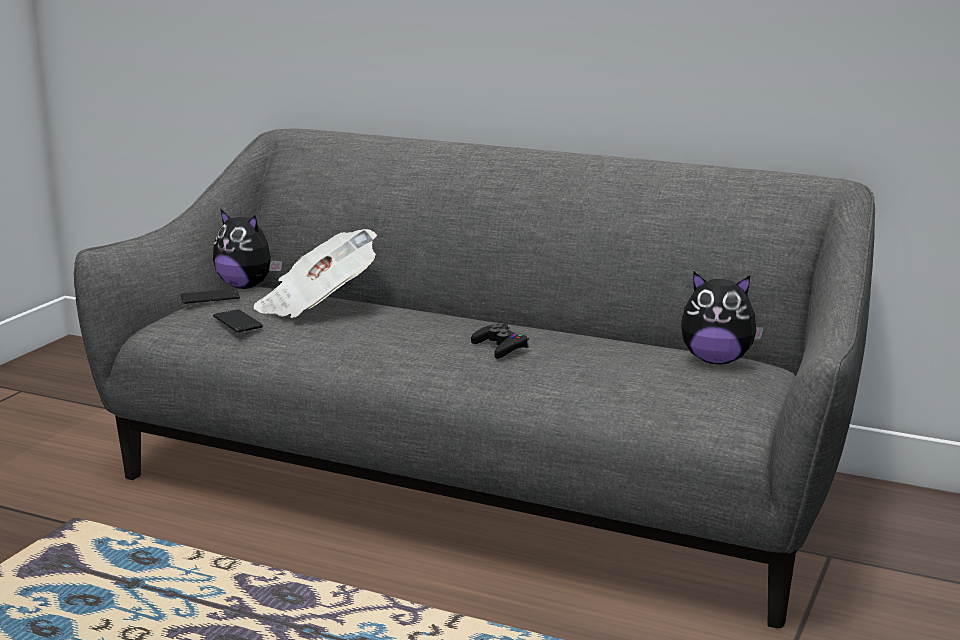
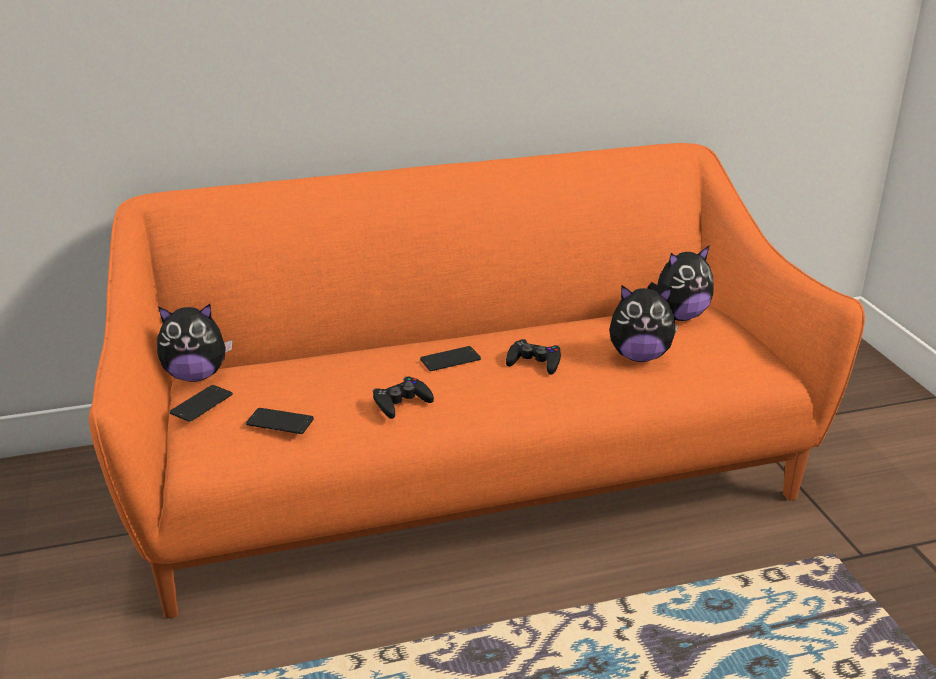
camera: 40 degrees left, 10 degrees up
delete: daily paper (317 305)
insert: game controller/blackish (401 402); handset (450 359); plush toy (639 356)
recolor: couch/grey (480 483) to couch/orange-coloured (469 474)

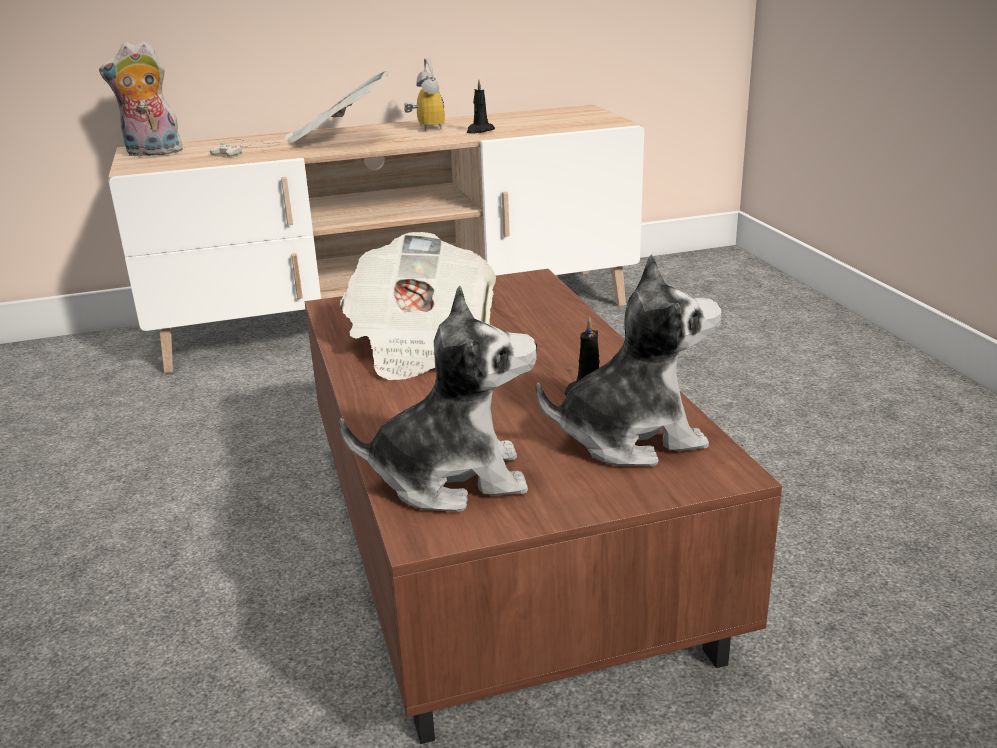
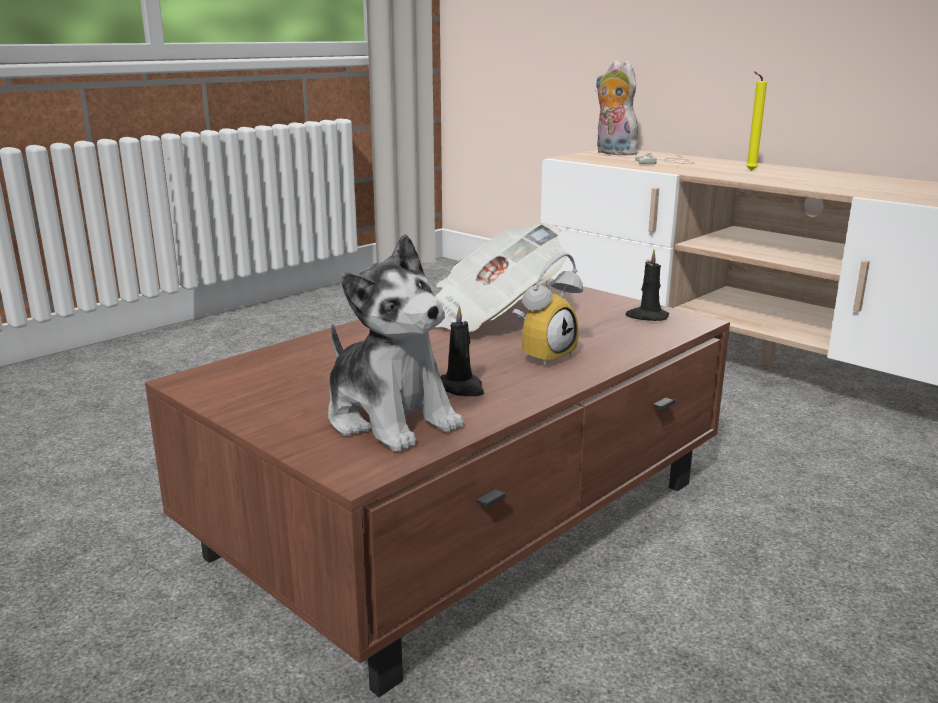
camera: 60 degrees right, 5 degrees down
delete: plush toy (451 478)
move: alarm clock (424 128) to (543 354); wax light/blackish (479 131) to (646 317)
replace: daily paper (336 139) to wax light/yellow (749 171)

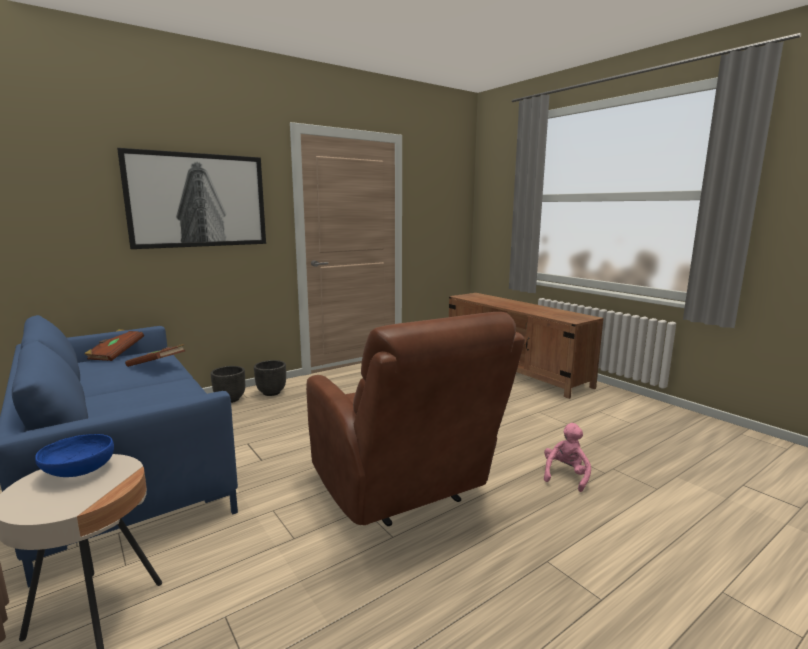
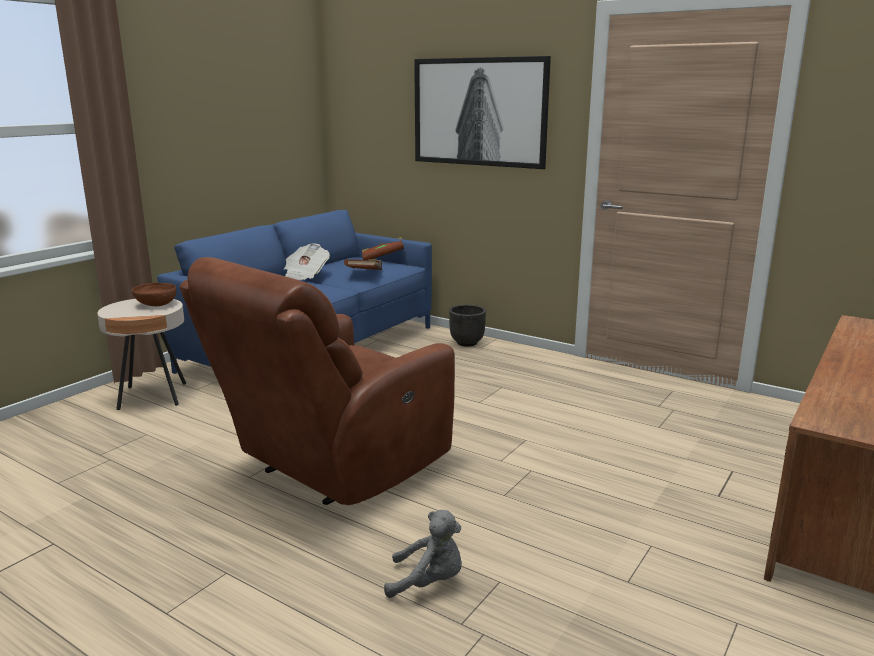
camera: 70 degrees right, 5 degrees up
delete: planter/blackish (272 392)
insert: daily paper (305 275)
recolor: serving bowl/bluish (78 472) to serving bowl/brown (155 304); plush toy/pink-coloured (565 475) to plush toy/grey (429 582)

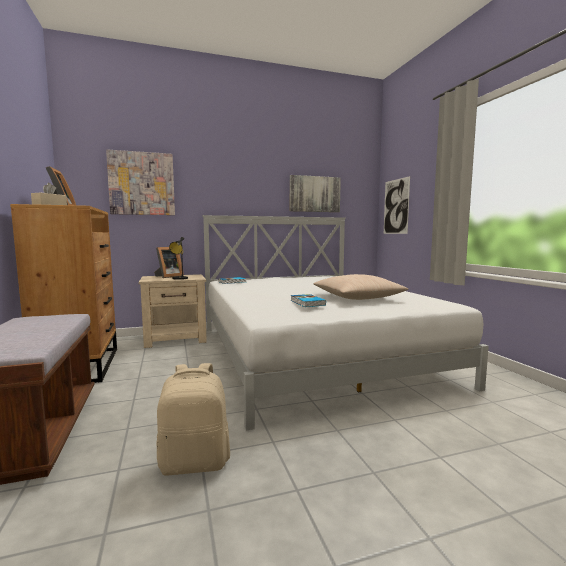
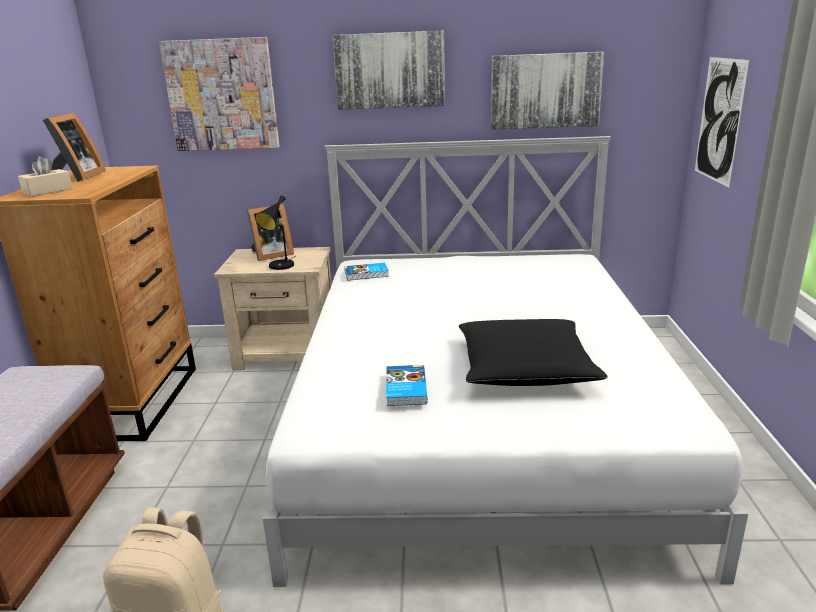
camera: 20 degrees right, 15 degrees up
insert: picture (390 70)
recolor: throw pillow/sand-coloured (357 298) to throw pillow/blackish (525 369)

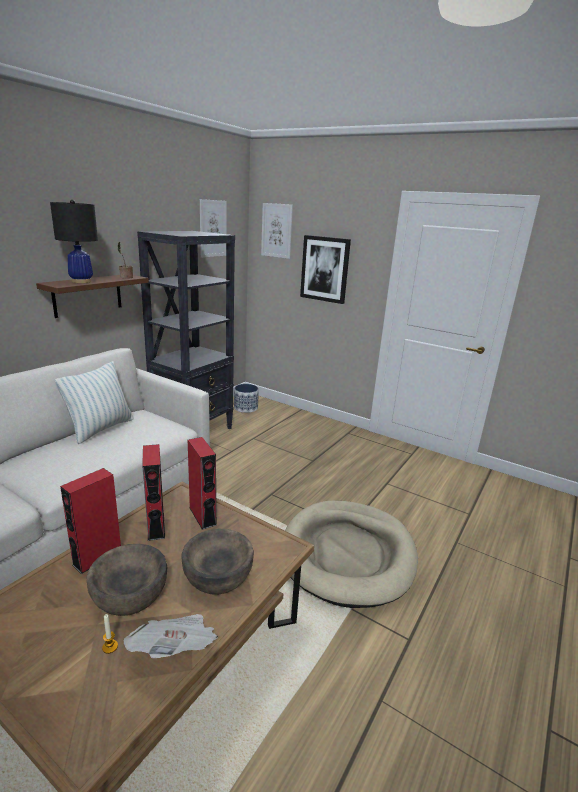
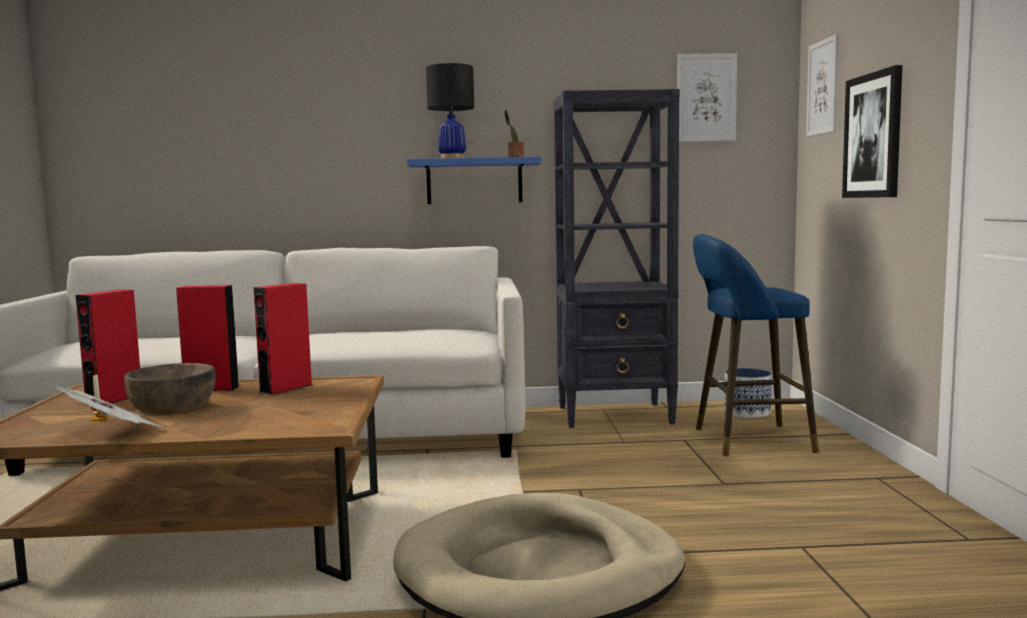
camera: 55 degrees right, 15 degrees down
delete: throw pillow (100 429); serving bowl/brown (218 575)
insert: stool/bluish (746 440)
move: speaker/reddish (202 516) to (114 399)
recolor: shelf/brown (87 295) to shelf/bluish (474 181)

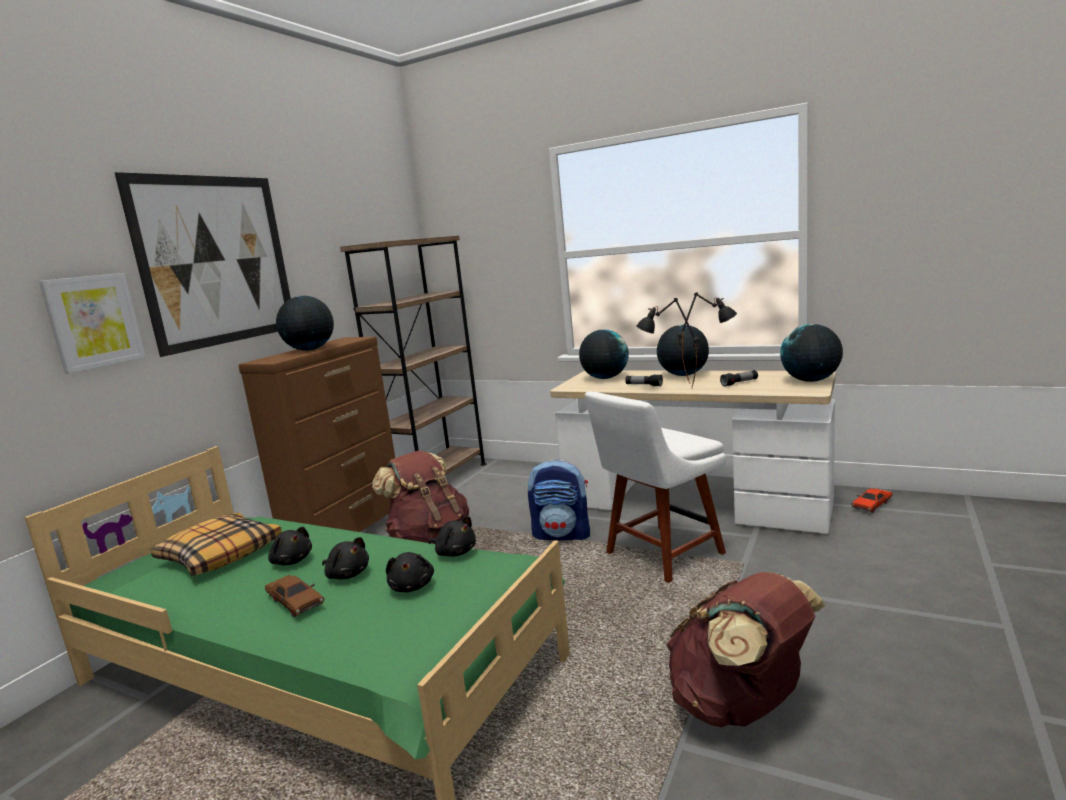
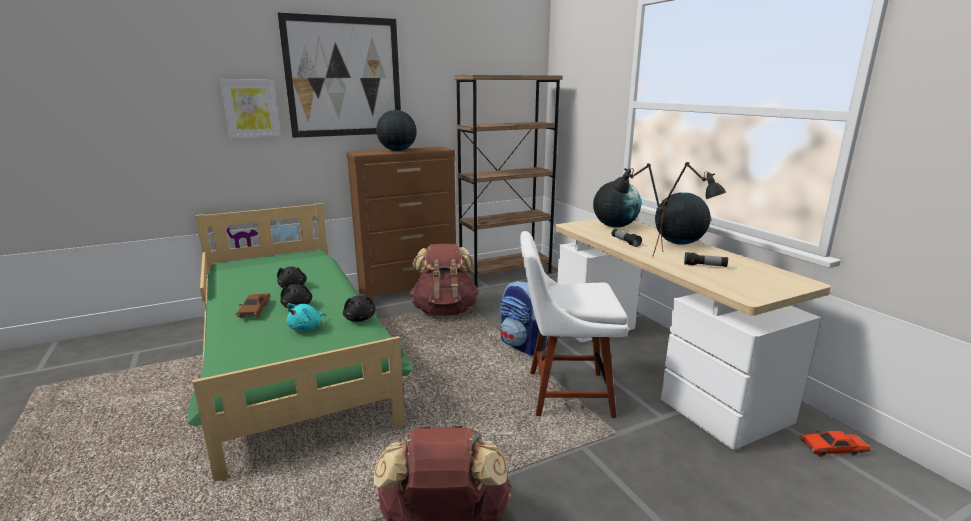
camera: 35 degrees right, 5 degrees up
delete: throw pillow (220 554); globe (811 380)
recolor: plush toy/blackish (412 586) to plush toy/turquoise-coloured (307 328)

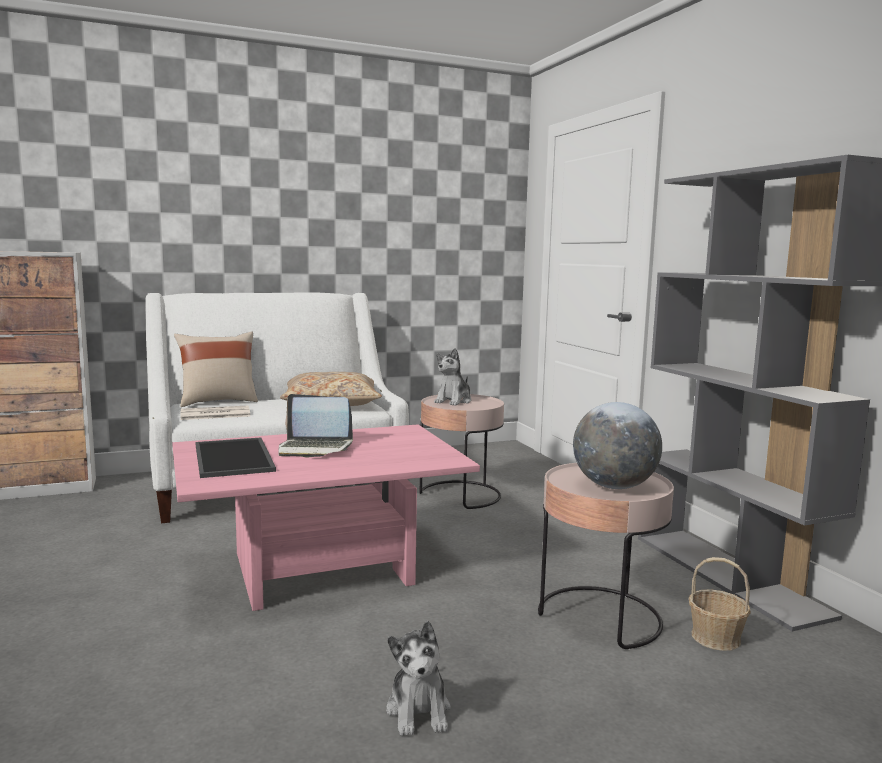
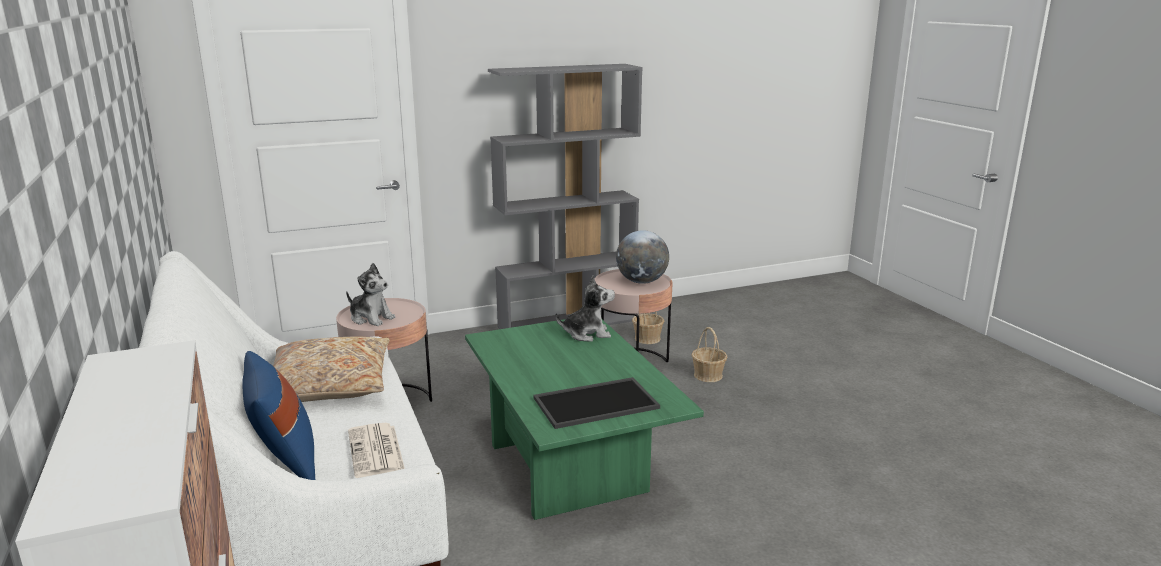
camera: 90 degrees left, 10 degrees up
delete: laptop (314 448)
insert: household basket (708 375)
move: plush toy (419 711) to (587 334)
recolor: lounge table/pink-coloured (321 571) to lounge table/greenish (573 467); throw pillow/sand-coloured (218 402) to throw pillow/bluish (285 464)

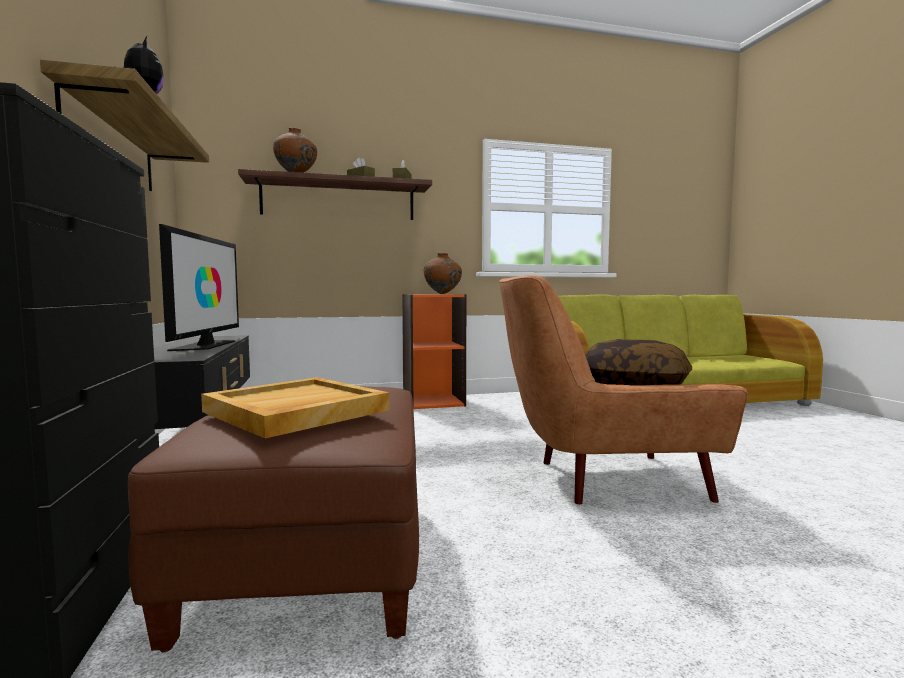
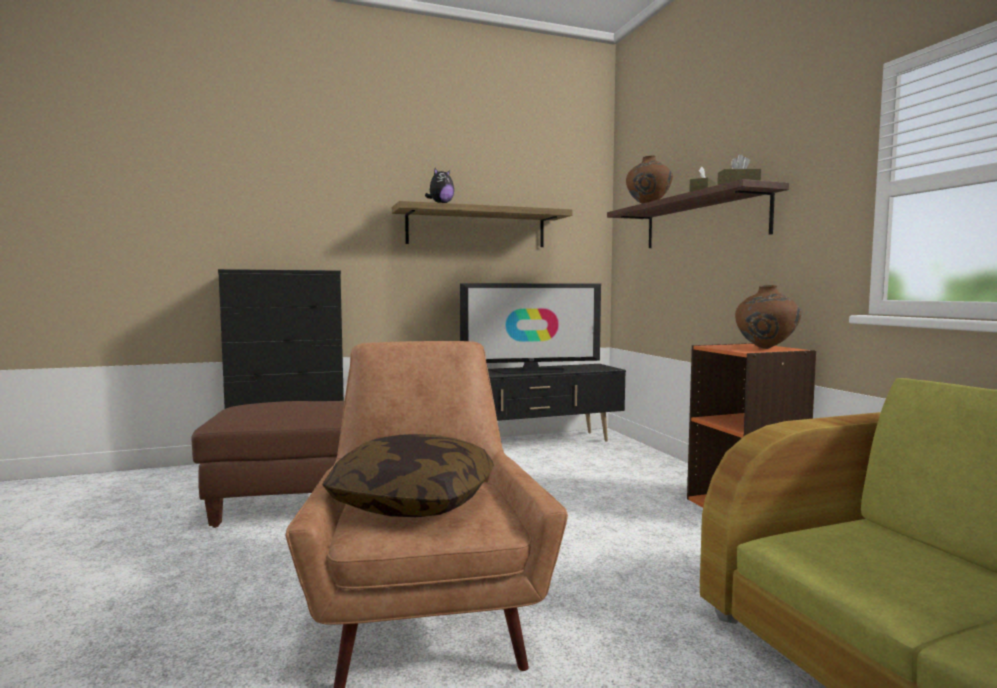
camera: 85 degrees right, 0 degrees up
delete: tray/sand-coloured (295 411)

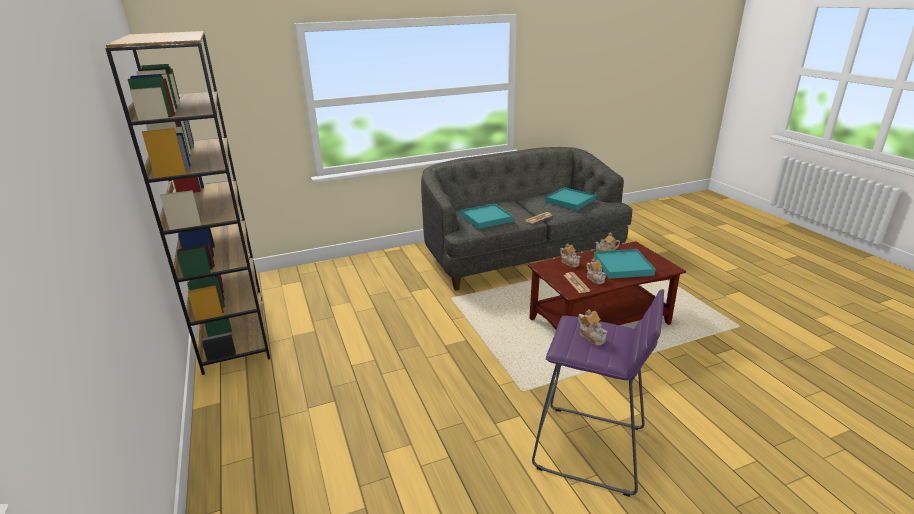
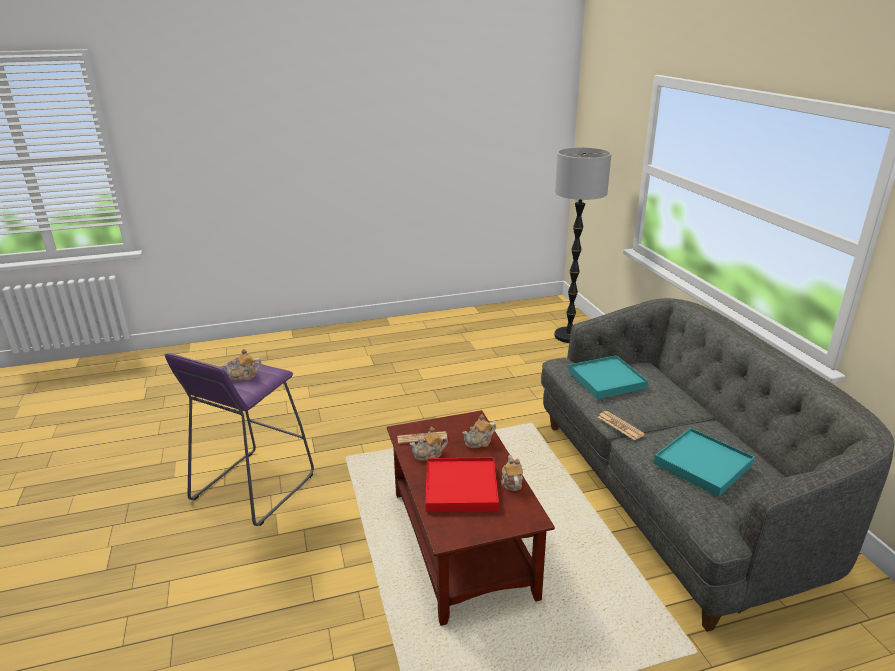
camera: 95 degrees right, 0 degrees up
delete: bookshelf/brown (234 333)
insert: standard lamp (569 336)
recolor: tray/turquoise-coloured (622 266) to tray/reddish (461 487)

